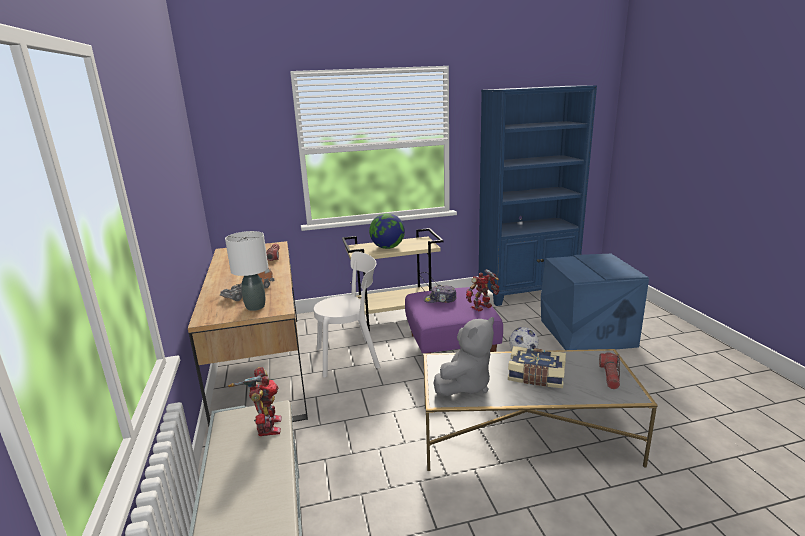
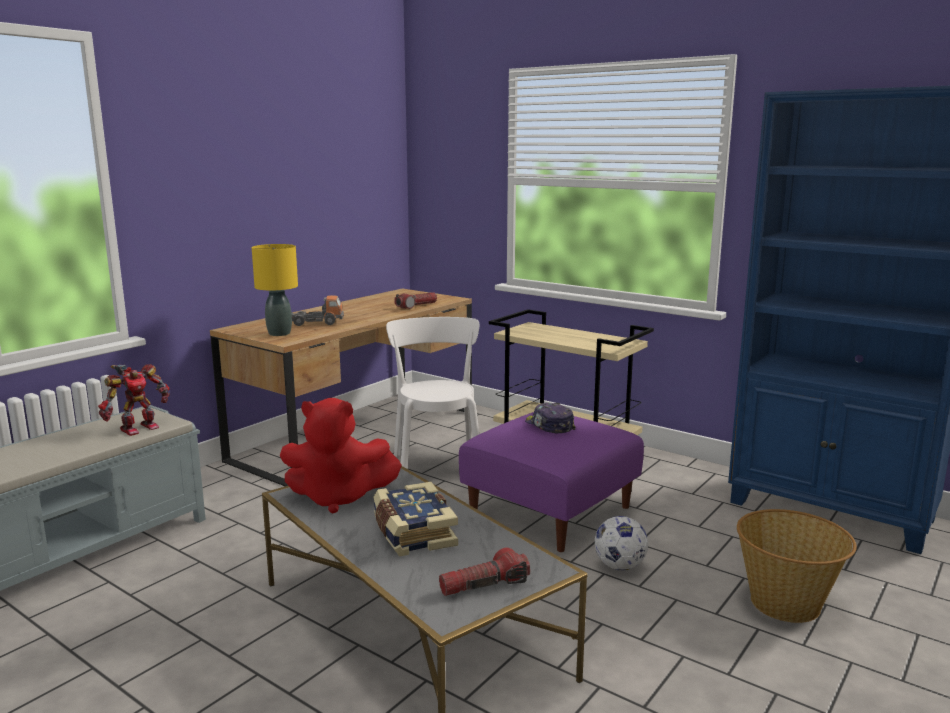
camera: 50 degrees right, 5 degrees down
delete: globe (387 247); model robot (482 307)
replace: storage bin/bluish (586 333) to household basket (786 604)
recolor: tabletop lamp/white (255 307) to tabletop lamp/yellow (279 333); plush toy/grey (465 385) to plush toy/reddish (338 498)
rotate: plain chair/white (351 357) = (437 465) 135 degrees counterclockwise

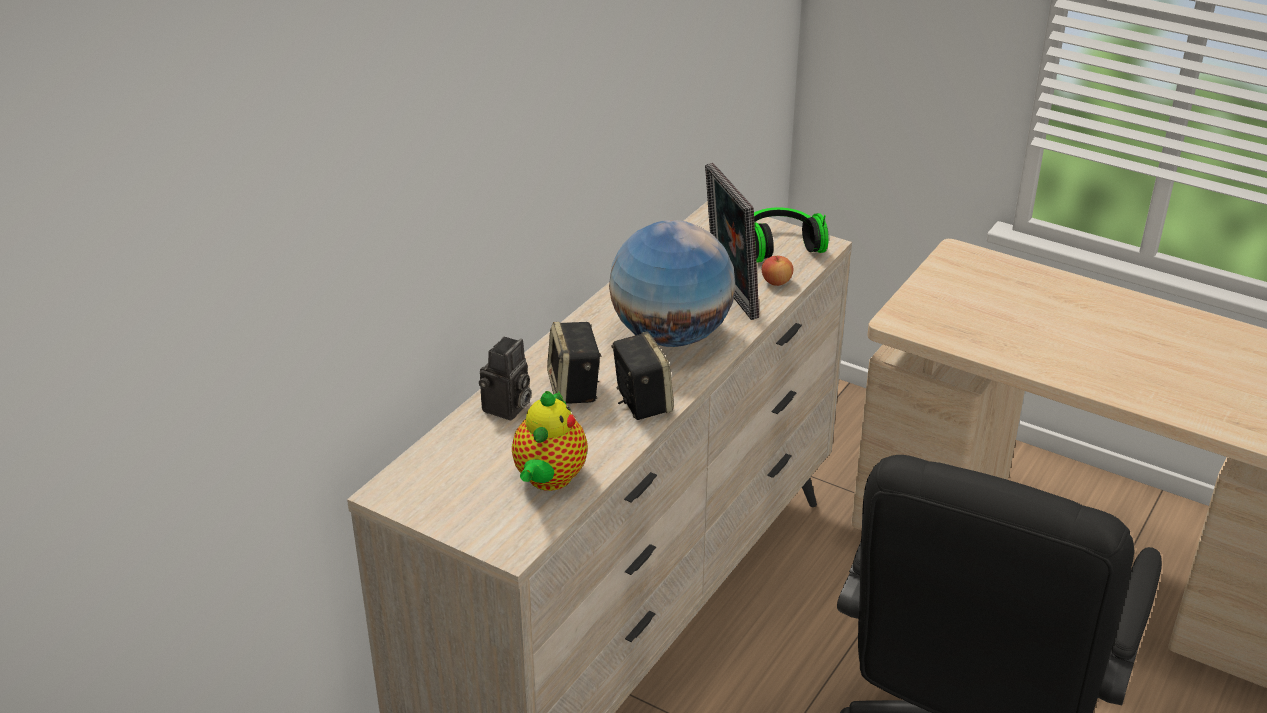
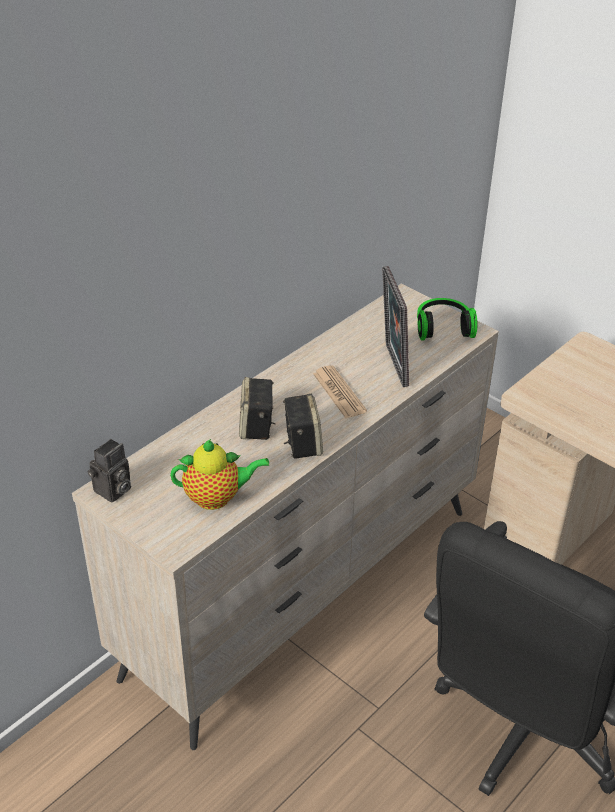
camera: 10 degrees right, 5 degrees up
delete: apple fruit (776 282)
move: photo camera (507 409) to (112 491)
replace: globe (670 336) to daily paper (339 392)
rotate: teapot (549 480) = (217 498) 120 degrees counterclockwise

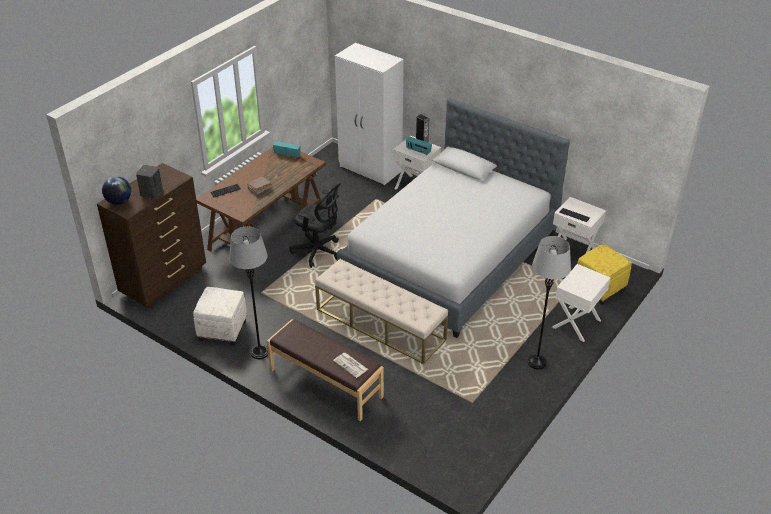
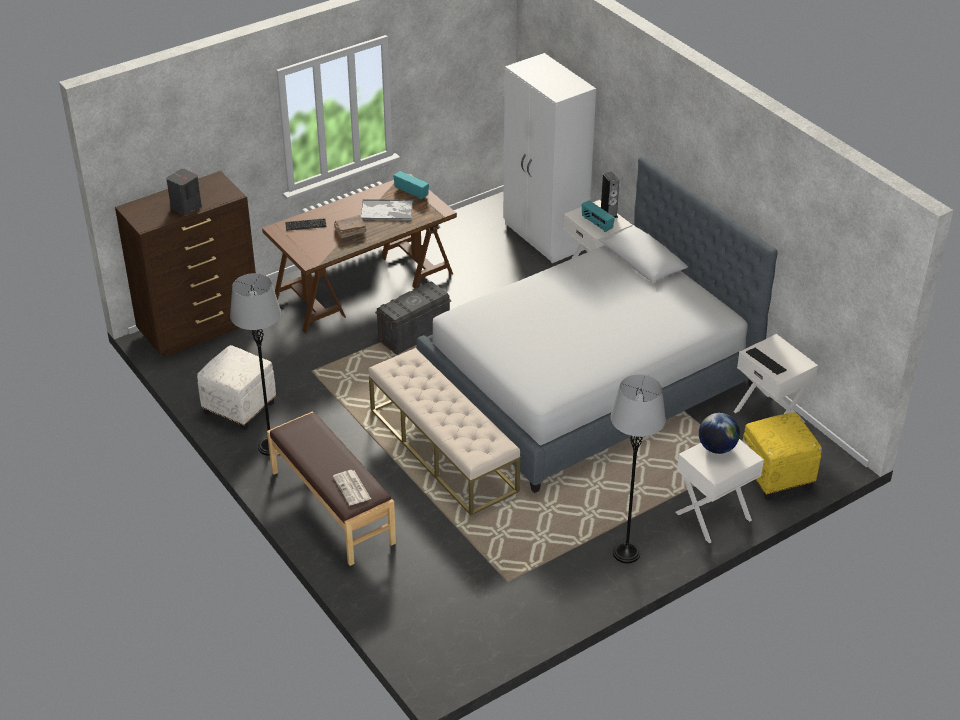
camera: 20 degrees right, 0 degrees up
insert: tray (387 211)
move: globe (119 201) to (717 448)
replace: office chair/blackish (318 252) to storage bin/grey (413 335)

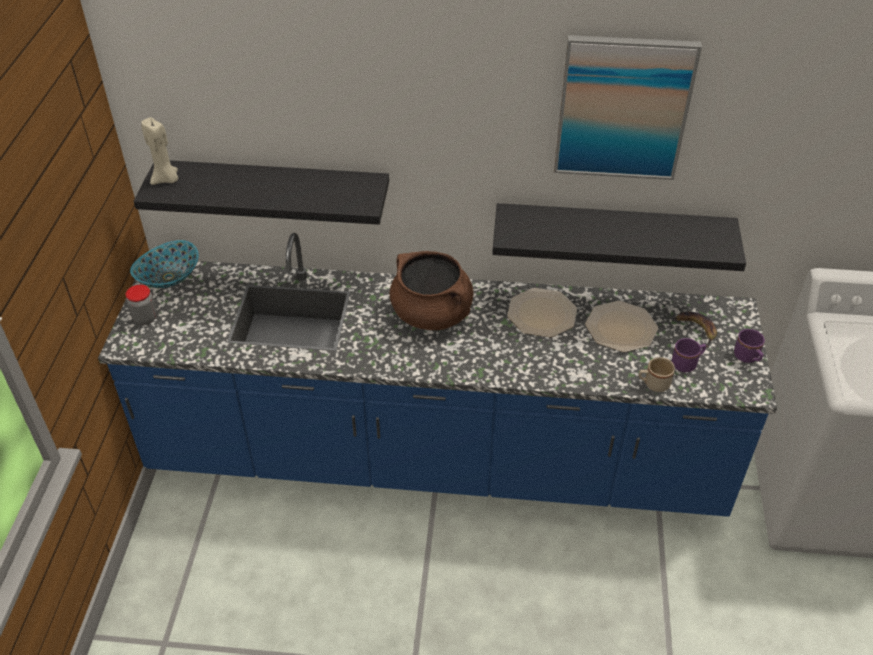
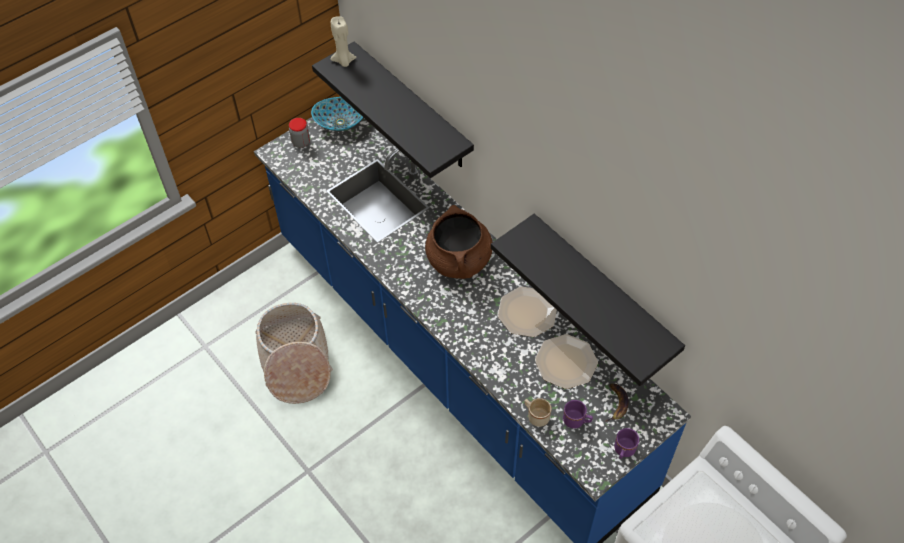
camera: 45 degrees right, 10 degrees up
delete: picture (623 108)
insert: household basket (295 361)

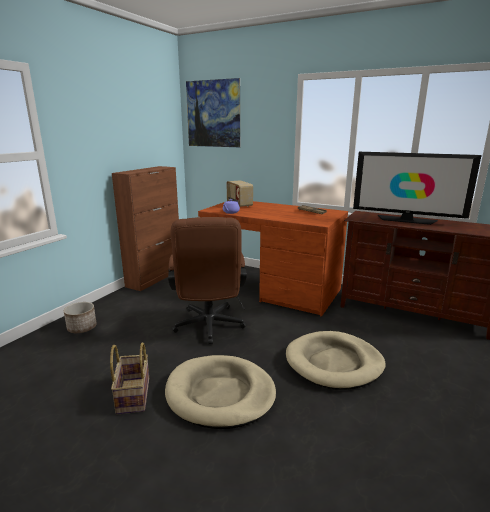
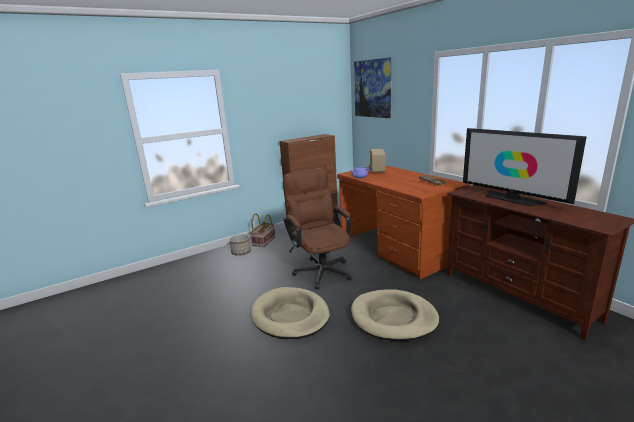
camera: 30 degrees right, 0 degrees up
move: household basket (132 395) to (263 241)
rotate: office chair/brown (209 328) = (320 269) 135 degrees clockwise

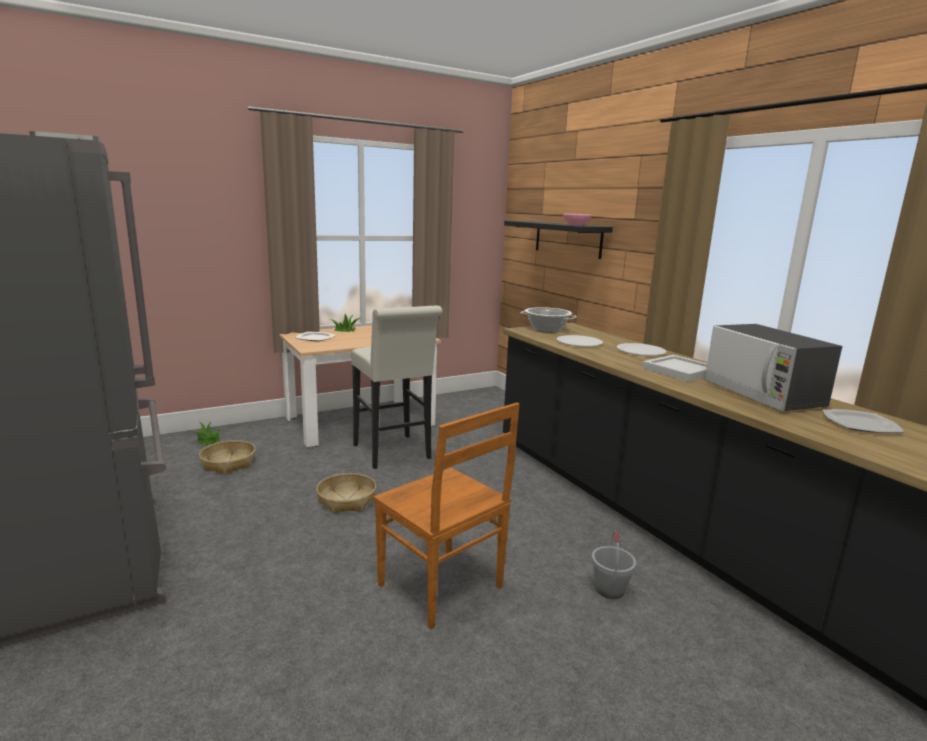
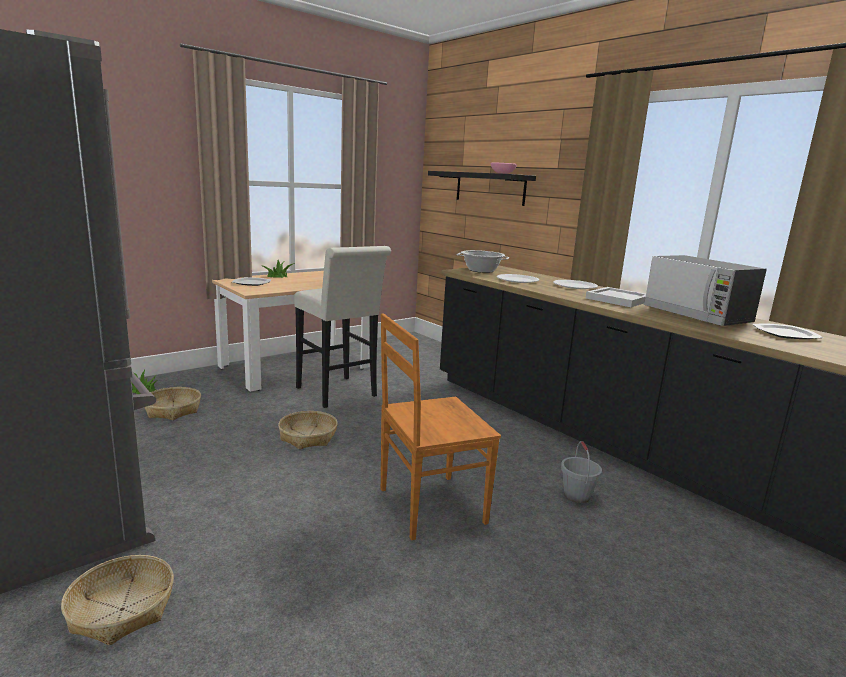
camera: 10 degrees left, 0 degrees up
insert: household basket (121 610)
rotate: plain chair/brown (442 588) = (428 506) 120 degrees clockwise

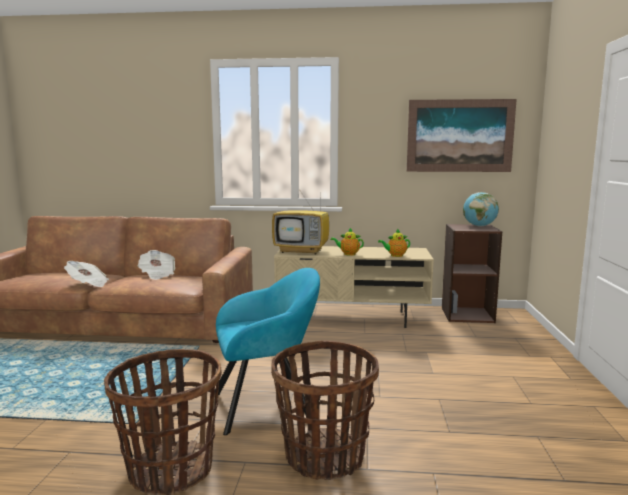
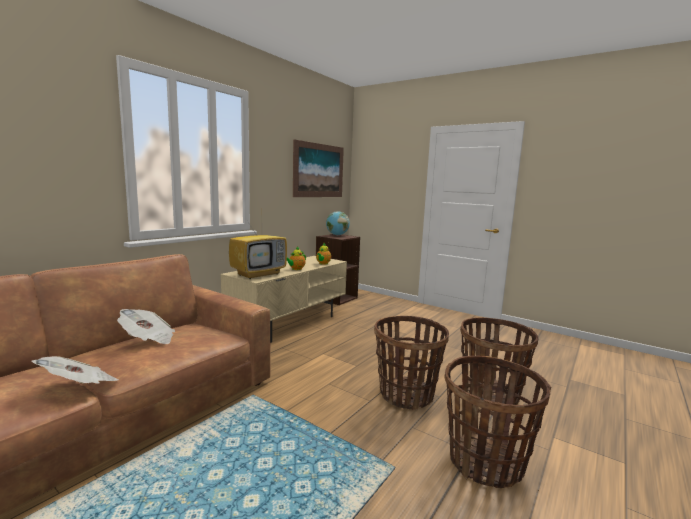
camera: 60 degrees left, 0 degrees up
replace: armchair/turquoise-coloured (267 404) to household basket (406 394)

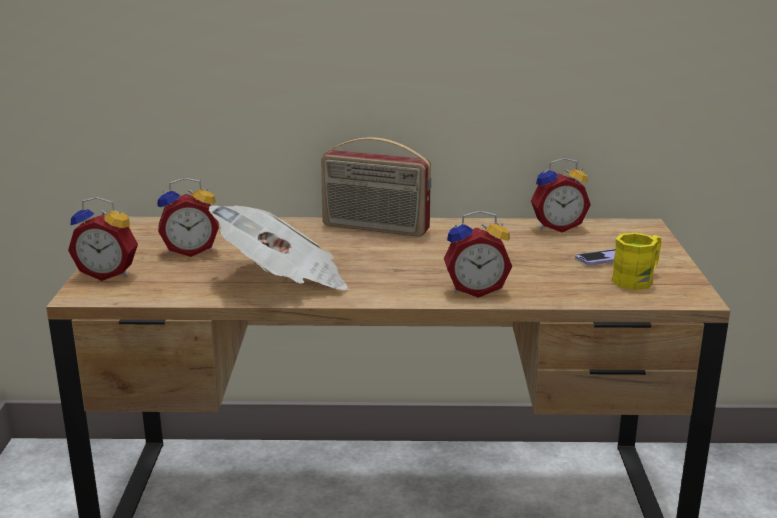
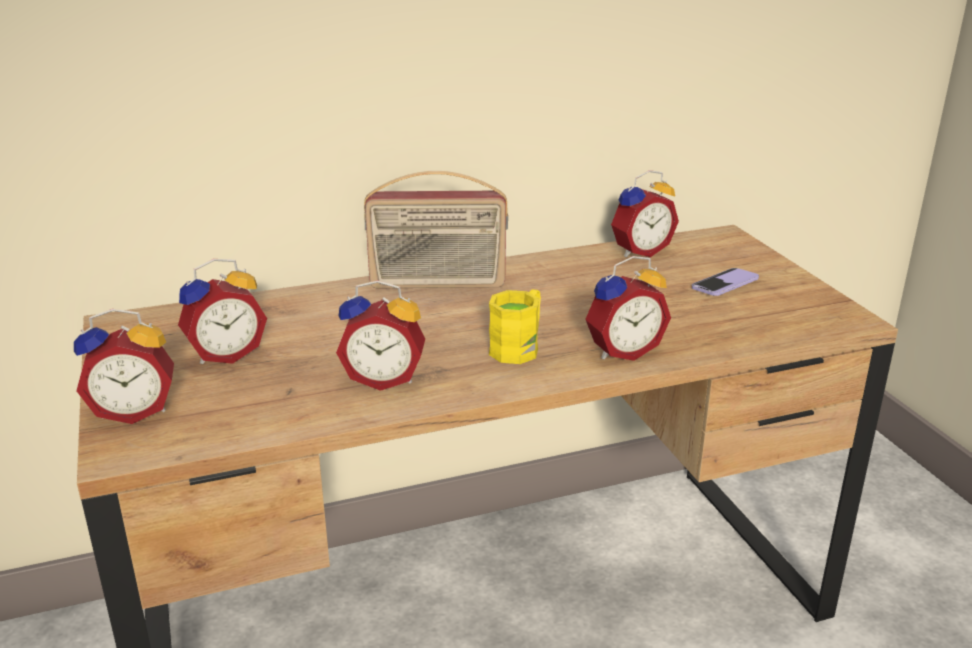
camera: 20 degrees left, 5 degrees up
move: tea mug/yellow (637 279) to (519 347)
replace: daily paper (283 280) to alarm clock (384 378)

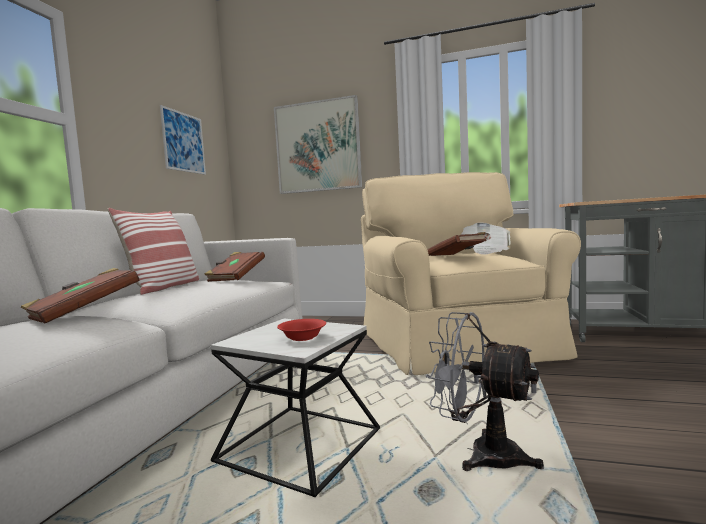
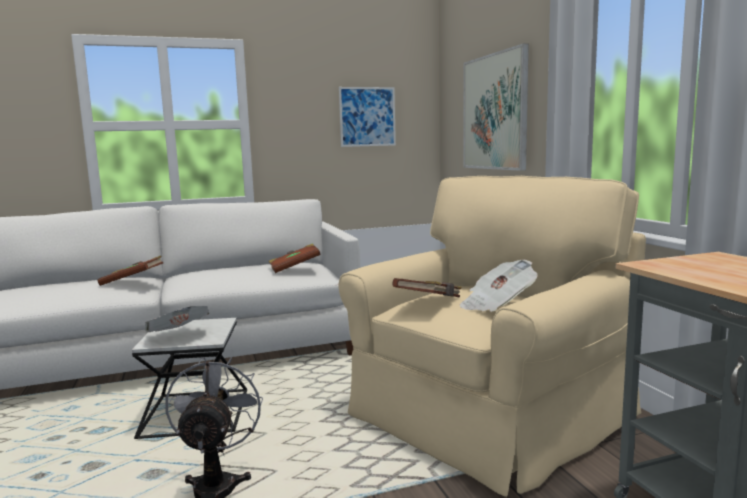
camera: 55 degrees right, 5 degrees up
delete: throw pillow (164 287)
replace: serving bowl/reddish (302 338) to daily paper (178 336)

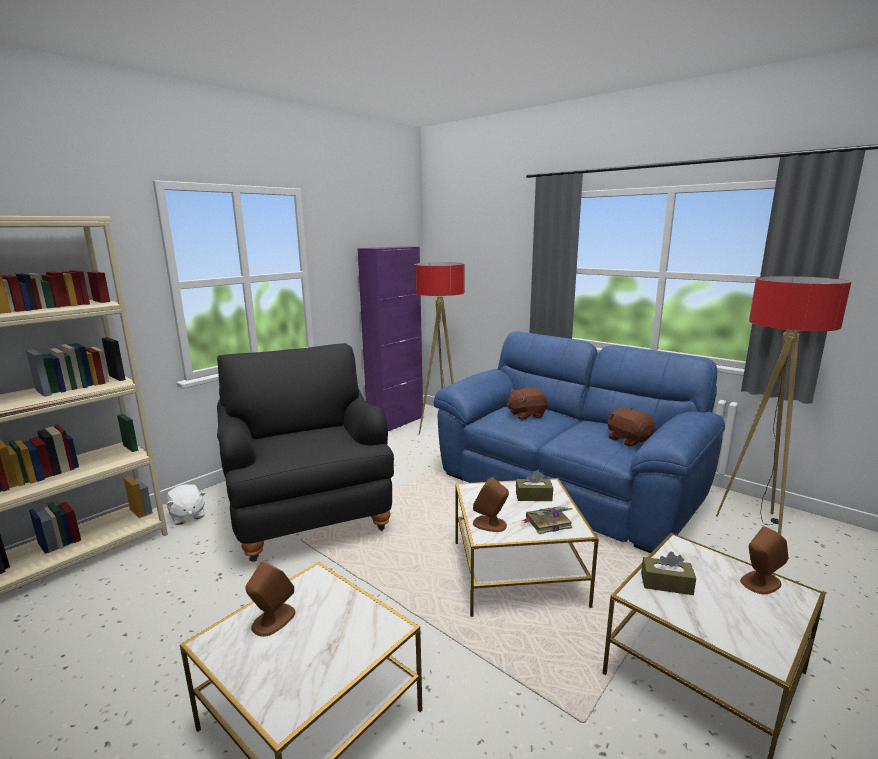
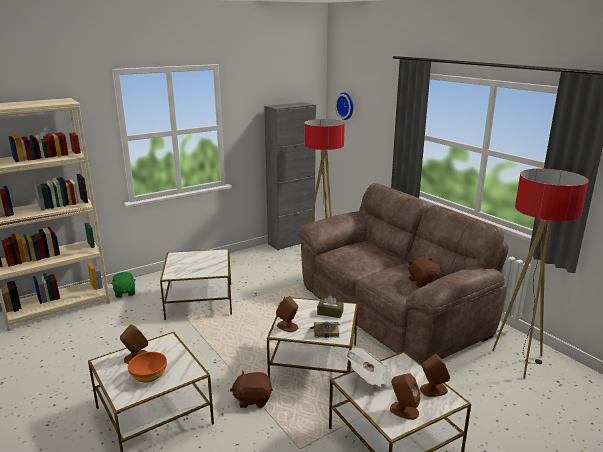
camera: 15 degrees right, 5 degrees up
insert: serving bowl/orange-coloured (148 376); hanging clock (346 106); speaker/brown (403 410)
move: plush toy/brown (526 415) to (253 399)
replace: armchair/blackish (308 510) to end table (200 300); tissue box/brown (666 584) to daily paper (370 379)
recolor: plush toy/white (187 516) to plush toy/greenish (124 293); cabinet/purplish (396 422) to cabinet/grey (291 242); couch/bluish (568 485) to couch/brown (392 310)

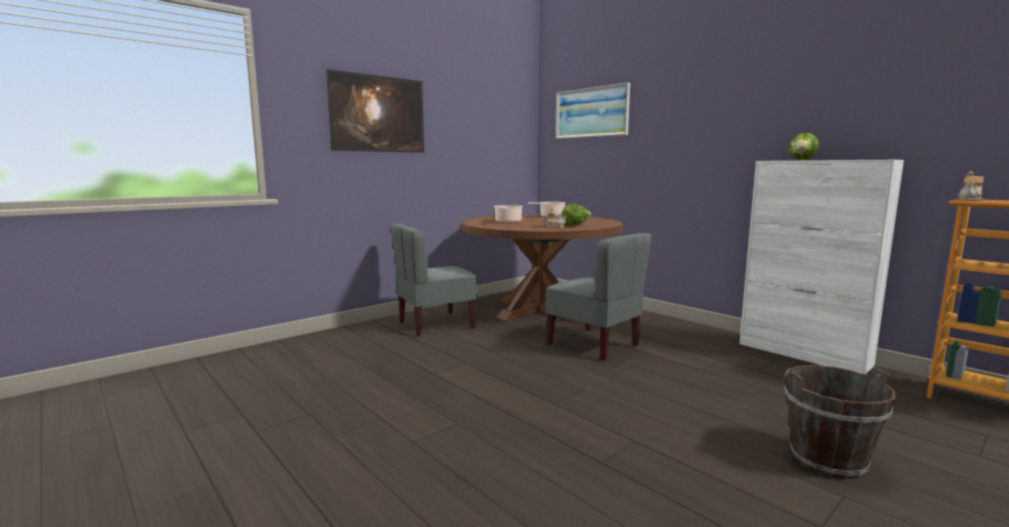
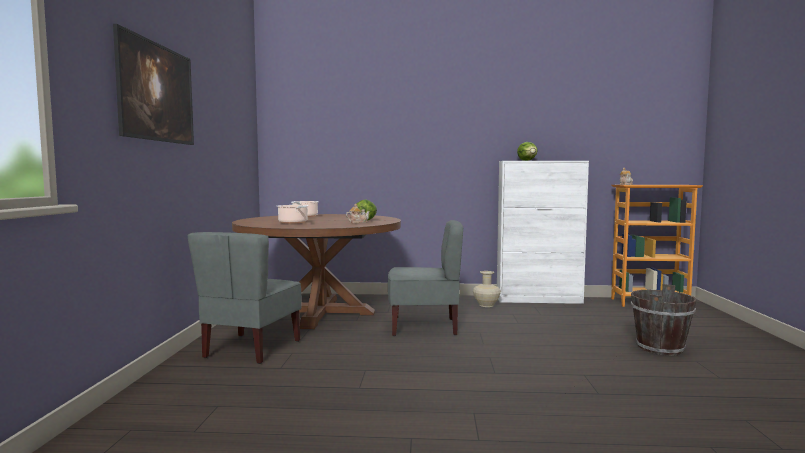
camera: 45 degrees left, 5 degrees down
delete: picture (591 112)
insert: decorative vase/sand-coloured (486 305)

